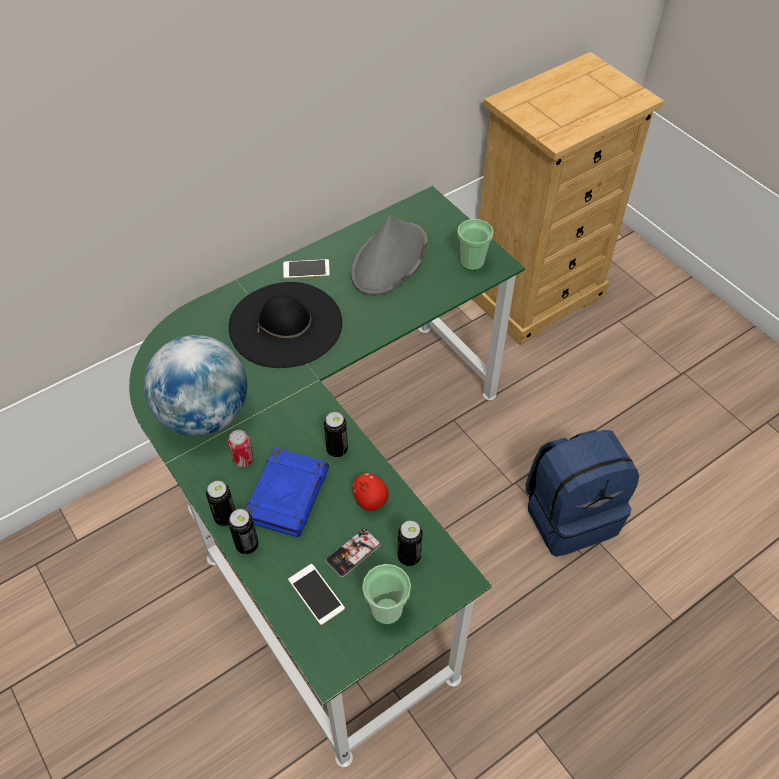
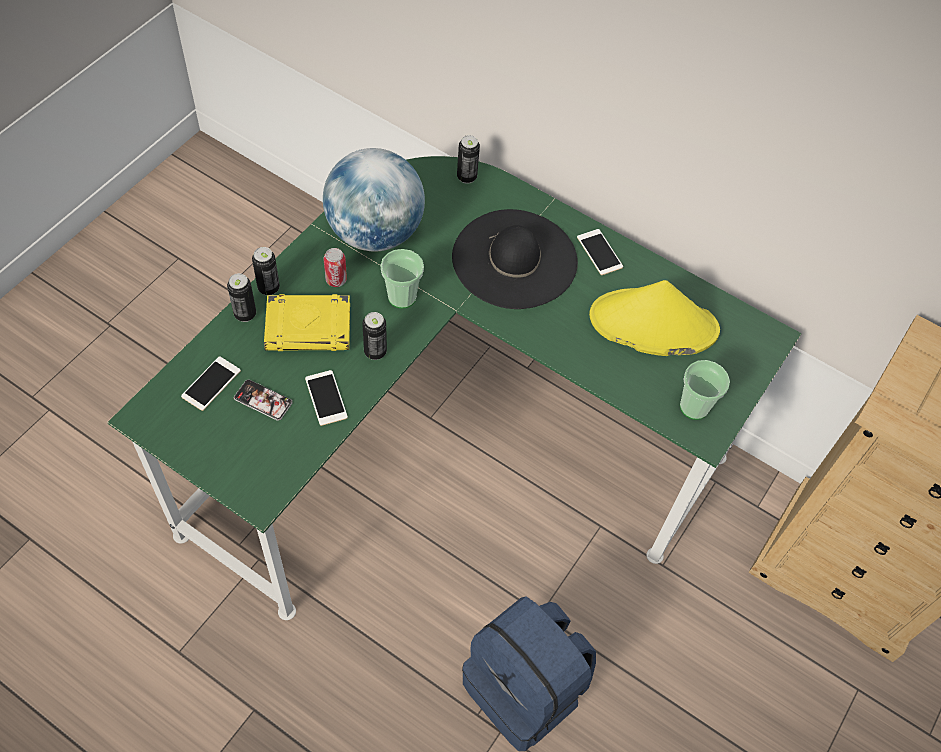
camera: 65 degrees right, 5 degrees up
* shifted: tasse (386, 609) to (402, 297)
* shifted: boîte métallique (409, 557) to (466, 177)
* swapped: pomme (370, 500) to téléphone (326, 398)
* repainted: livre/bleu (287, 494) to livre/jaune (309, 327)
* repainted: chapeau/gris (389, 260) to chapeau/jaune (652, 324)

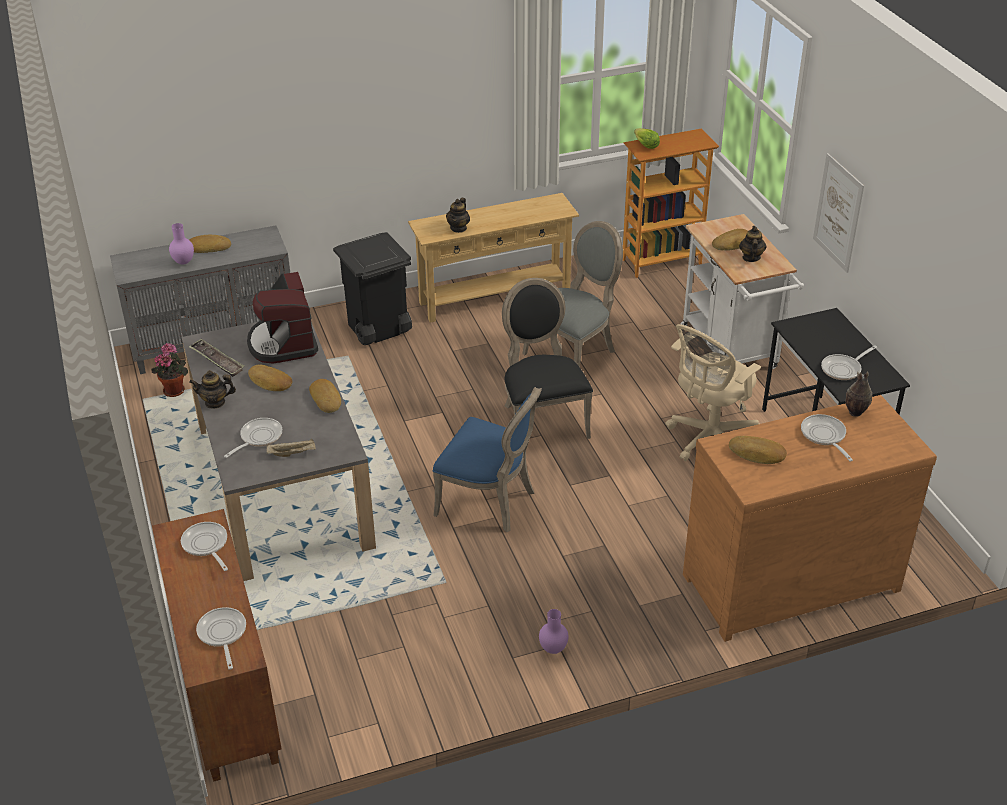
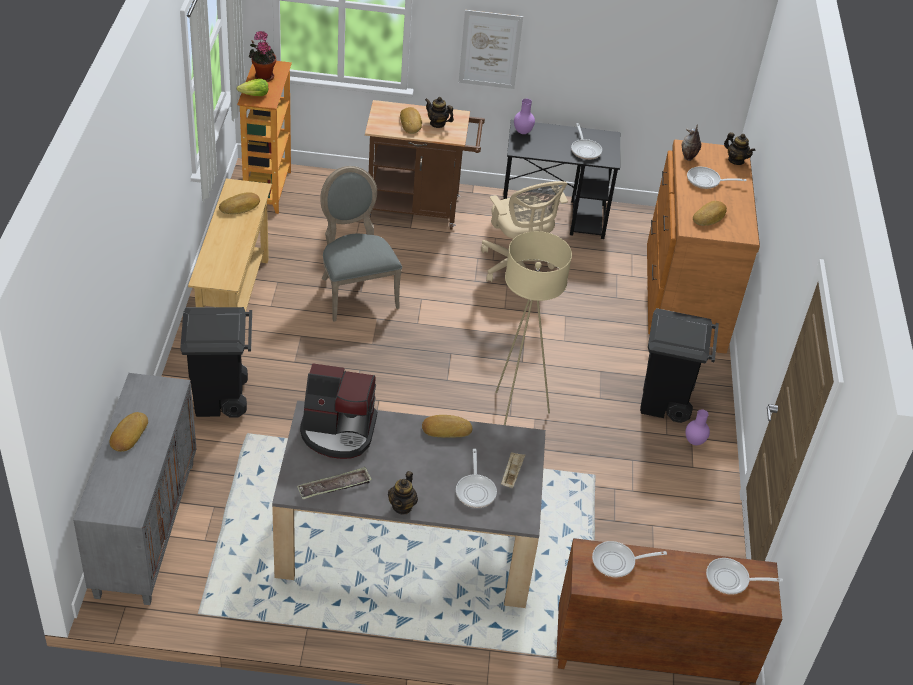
camera: 70 degrees left, 5 degrees up
* gone: chaise/noir (542, 420)
* new: poubelle/noir (666, 402)
* shifted: plante en pot (175, 389) to (263, 76)
* shifted: vase/violet (183, 262) to (523, 132)
* shifted: pain (270, 382) to (240, 207)
* shifted: théière (458, 228) to (736, 160)
* swapped: chaise/bleu (490, 502) to lampadaire/beige (515, 414)
* repainted: chariot/blanc (732, 351) to chariot/marron (419, 209)
* rotated: poêle (258, 438) = (475, 490) 150 degrees counterclockwise

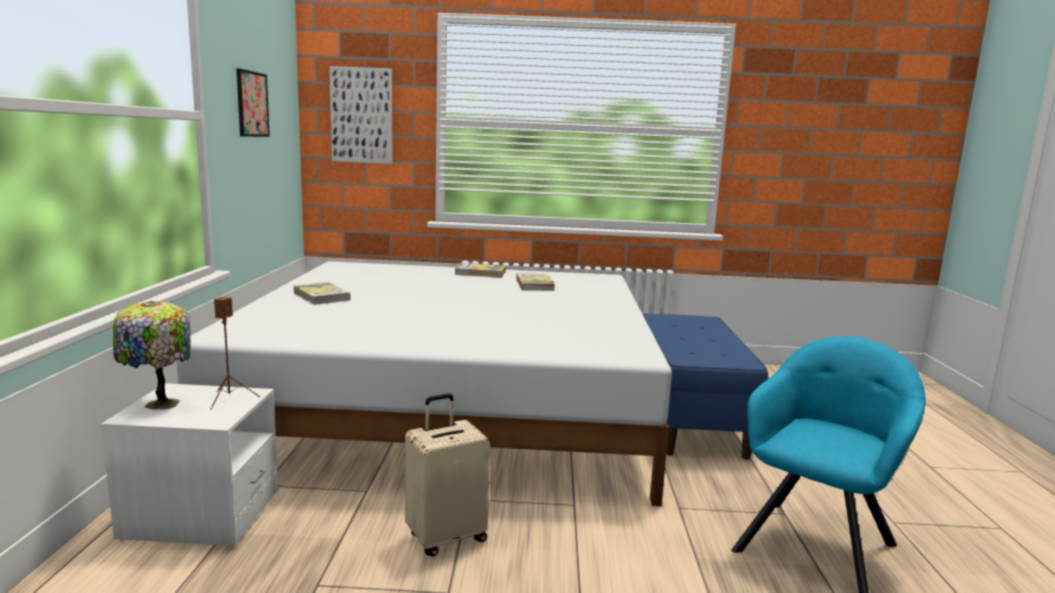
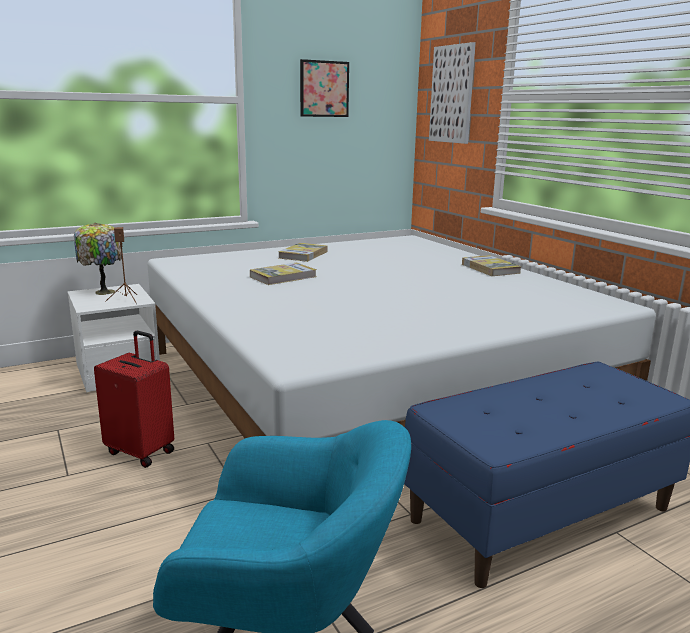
camera: 60 degrees right, 5 degrees up
* shifted: livre (534, 285) to (283, 277)
* repainted: valise/beige (446, 537) to valise/rouge (141, 451)

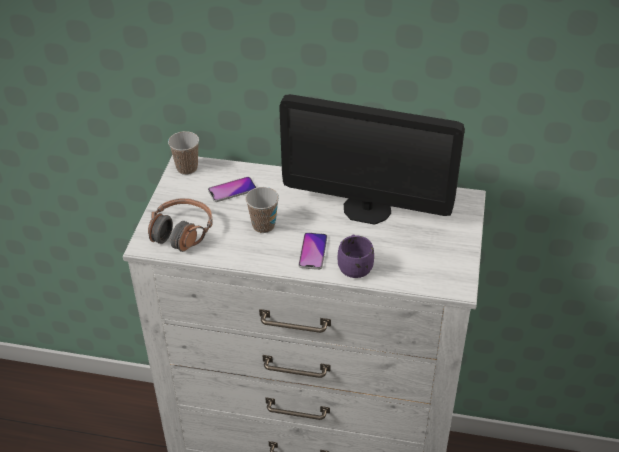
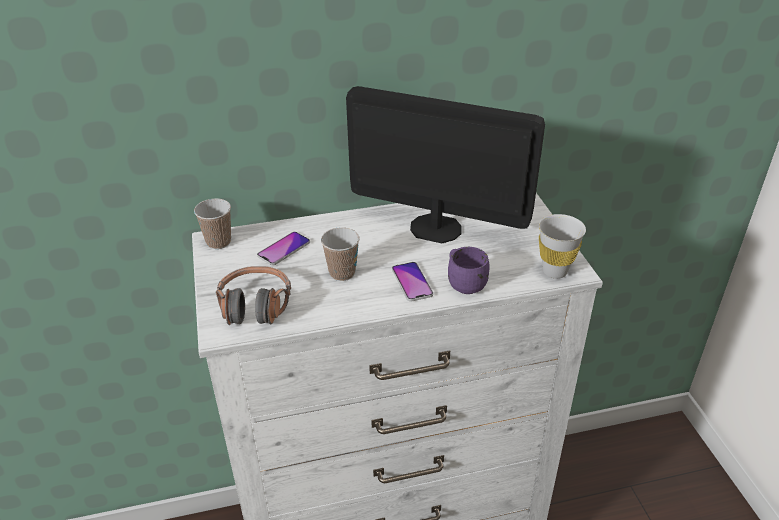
camera: 25 degrees left, 5 degrees down
* new: tasse/blanc (554, 271)
* rotated: écran d'ordinateur (367, 209) = (435, 228) 150 degrees counterclockwise

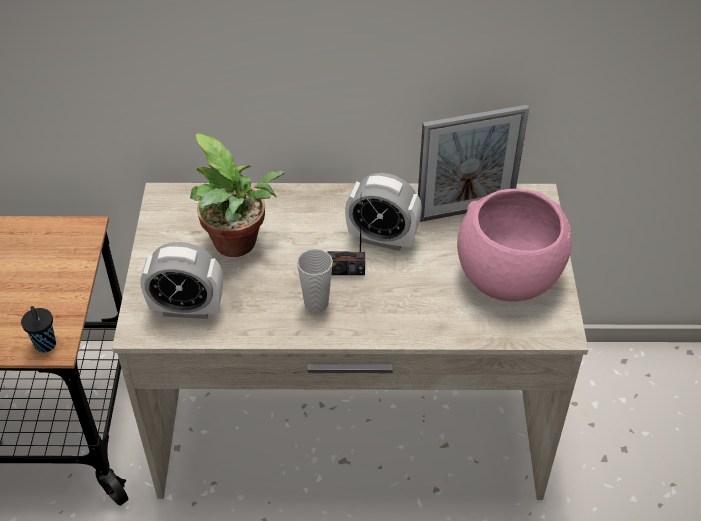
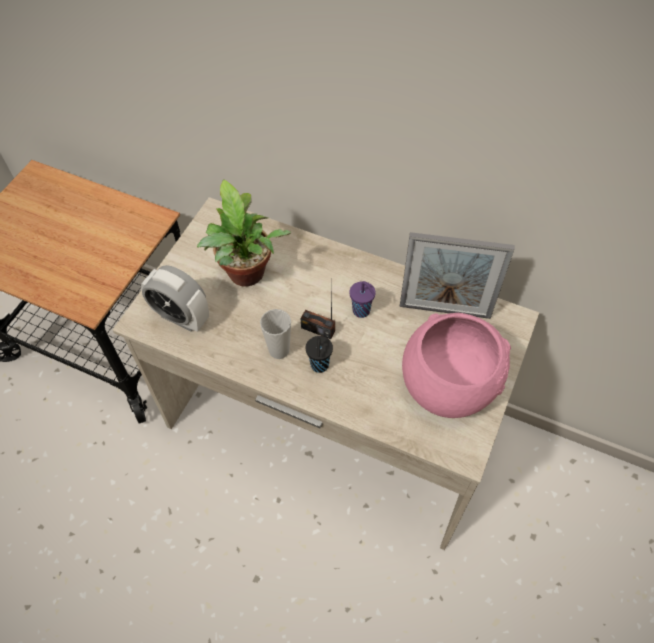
camera: 25 degrees right, 10 degrees up
* shifted: tasse/noir (46, 345) to (319, 366)
* swapped: réveil (382, 239) to tasse/violet (362, 311)

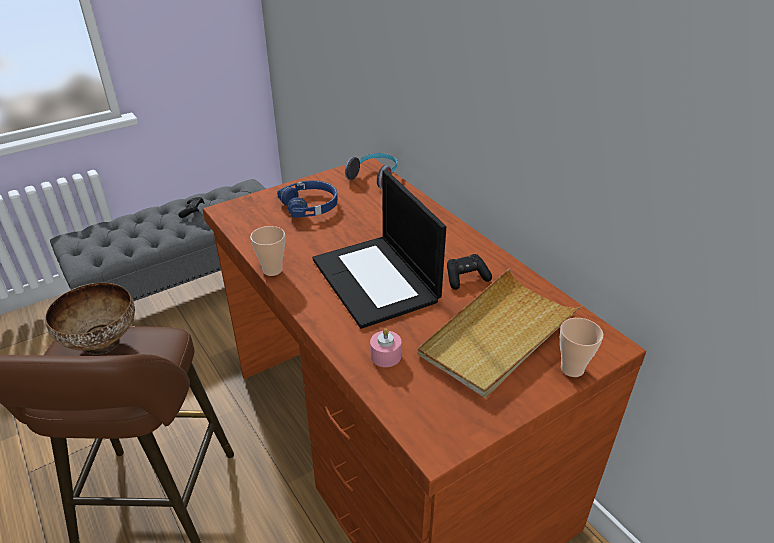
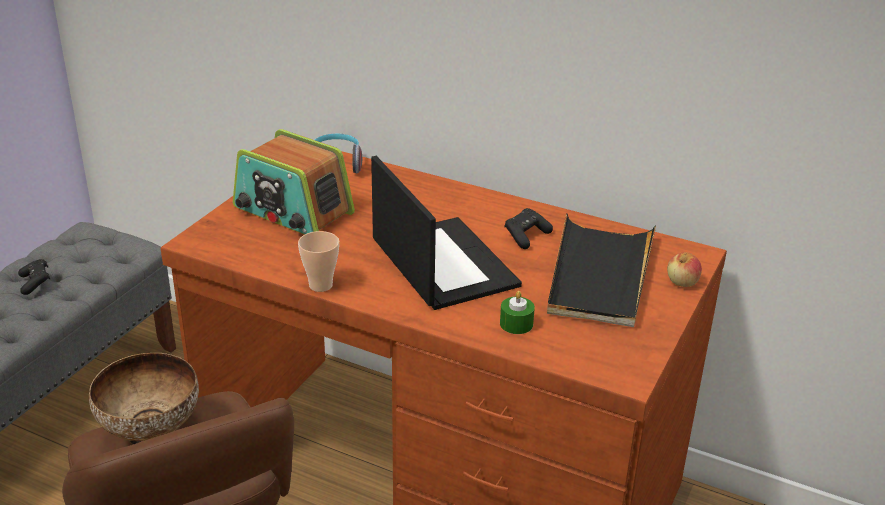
camera: 30 degrees left, 5 degrees down
* swapped: casque audio/bleu (310, 205) to radio (292, 211)
* swapped: tasse (572, 369) to pomme (682, 282)
* repainted: bougie/rose (385, 356) to bougie/vert (516, 324)
* repainted: plateau/beige (498, 335) to plateau/noir (599, 275)
* rotated: ordinateur portable (376, 280) = (441, 263) 150 degrees counterclockwise

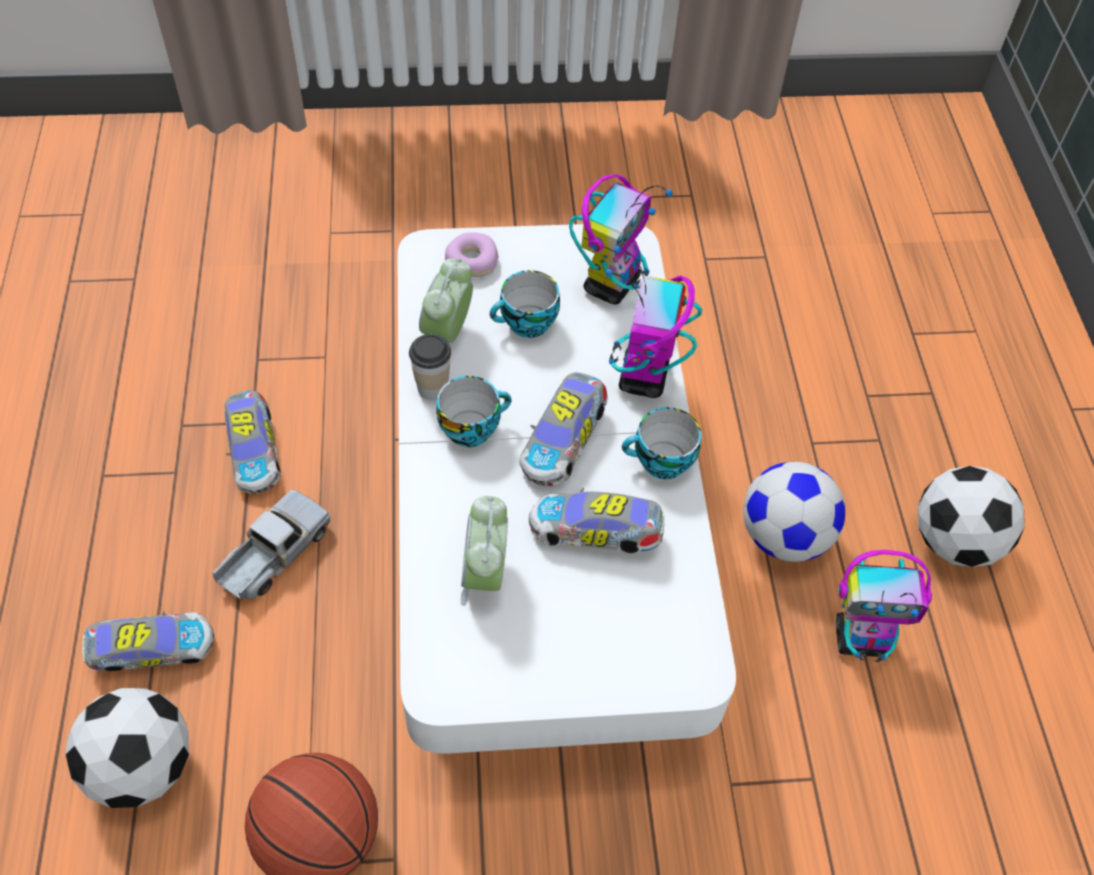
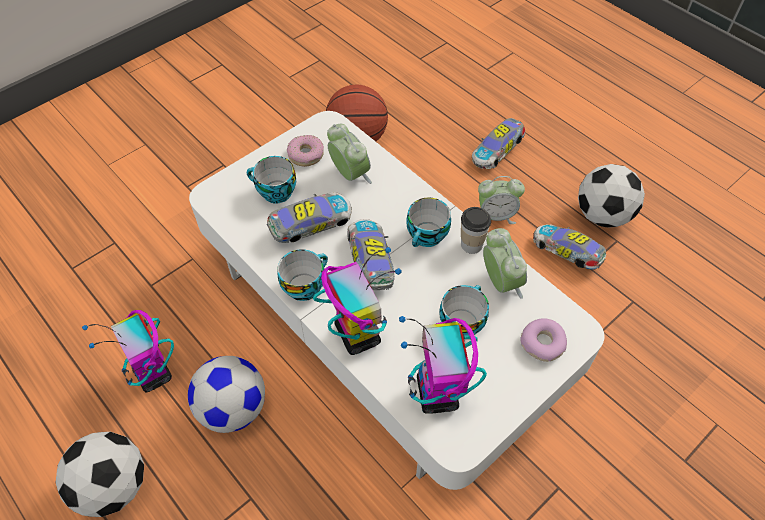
camera: 145 degrees right, 0 degrees up
* new: tasse (274, 193)
* new: beignet (305, 154)
* shifted: ballon de foot (142, 767) to (602, 215)
* swapped: camion jouet (274, 554) to réveil (496, 216)
* rotated: robot jouet (862, 638) = (153, 374) 90 degrees counterclockwise

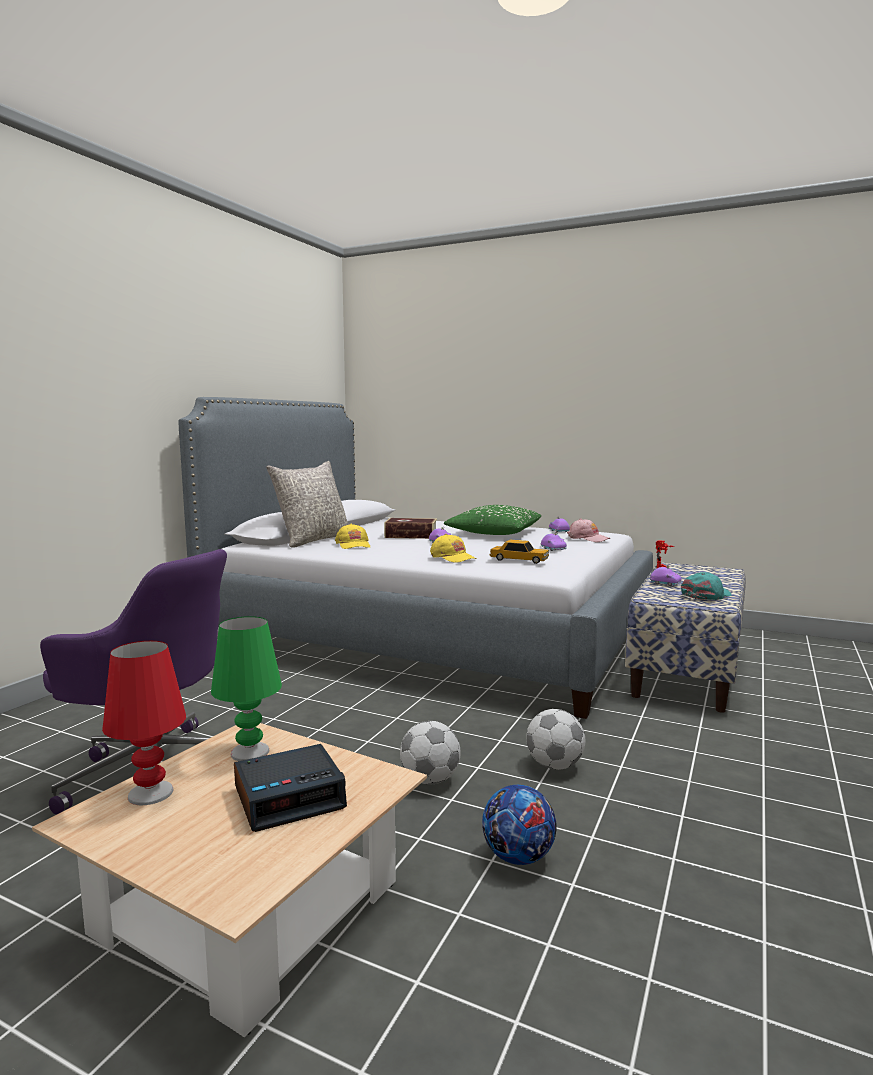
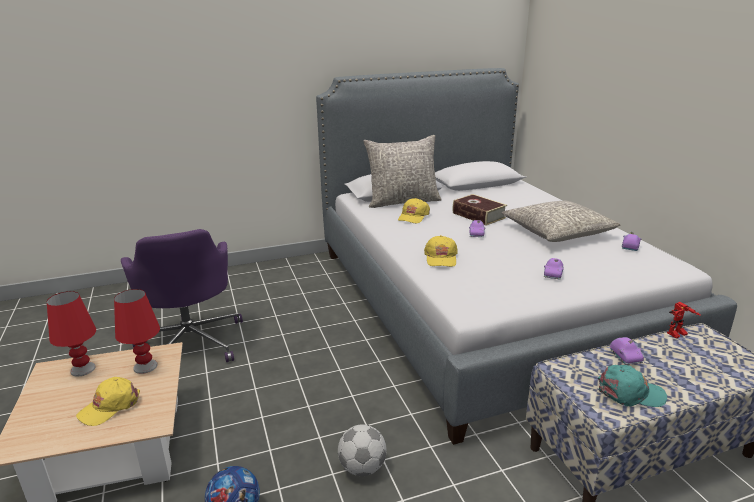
camera: 45 degrees right, 15 degrees up
* gone: ballon de foot (429, 779)
* gone: petite voiture (519, 560)
* gone: casquette/rose (588, 538)
* swapped: réveil (290, 797) to casquette/jaune (109, 406)
* repainted: lampe de table/vert (249, 752) to lampe de table/rouge (145, 366)
* repainted: coussin/vert (494, 533) to coussin/gris (557, 232)

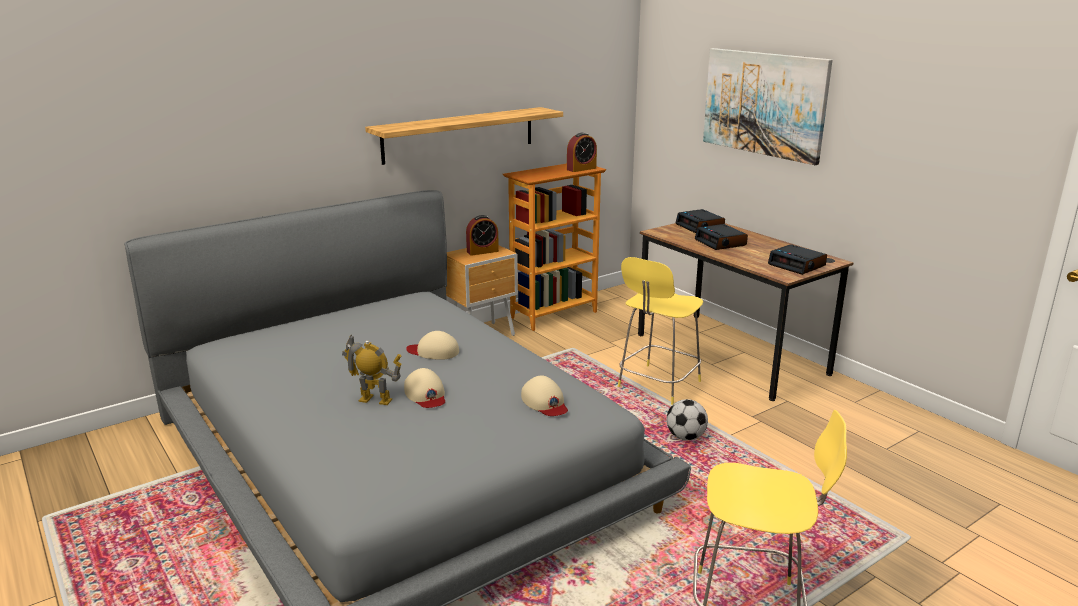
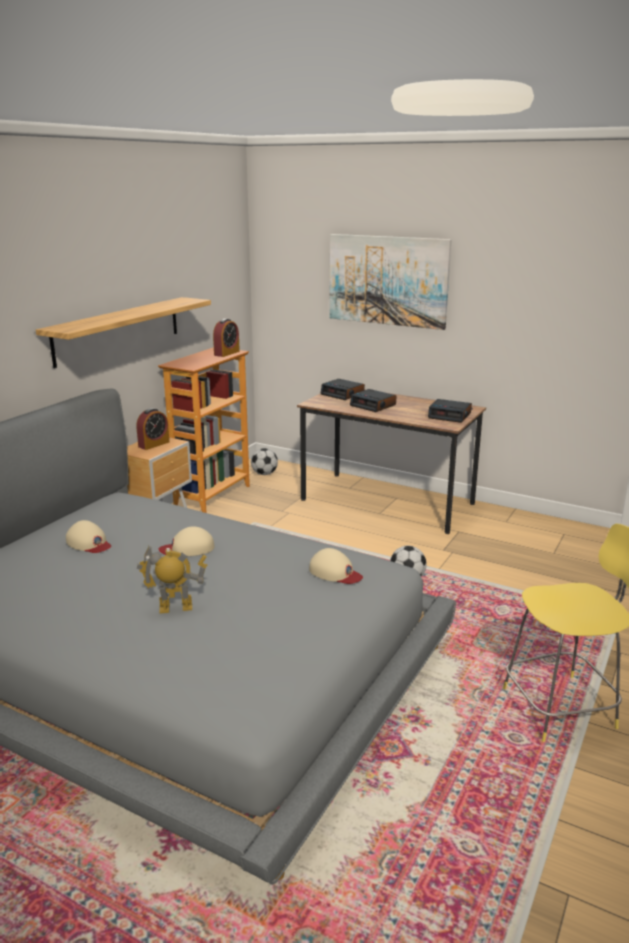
camera: 25 degrees left, 0 degrees up
* gone: tabouret/jaune (657, 385)
* new: ballon de foot (264, 474)
* shifted: casquette/beige (426, 394) to (89, 543)

